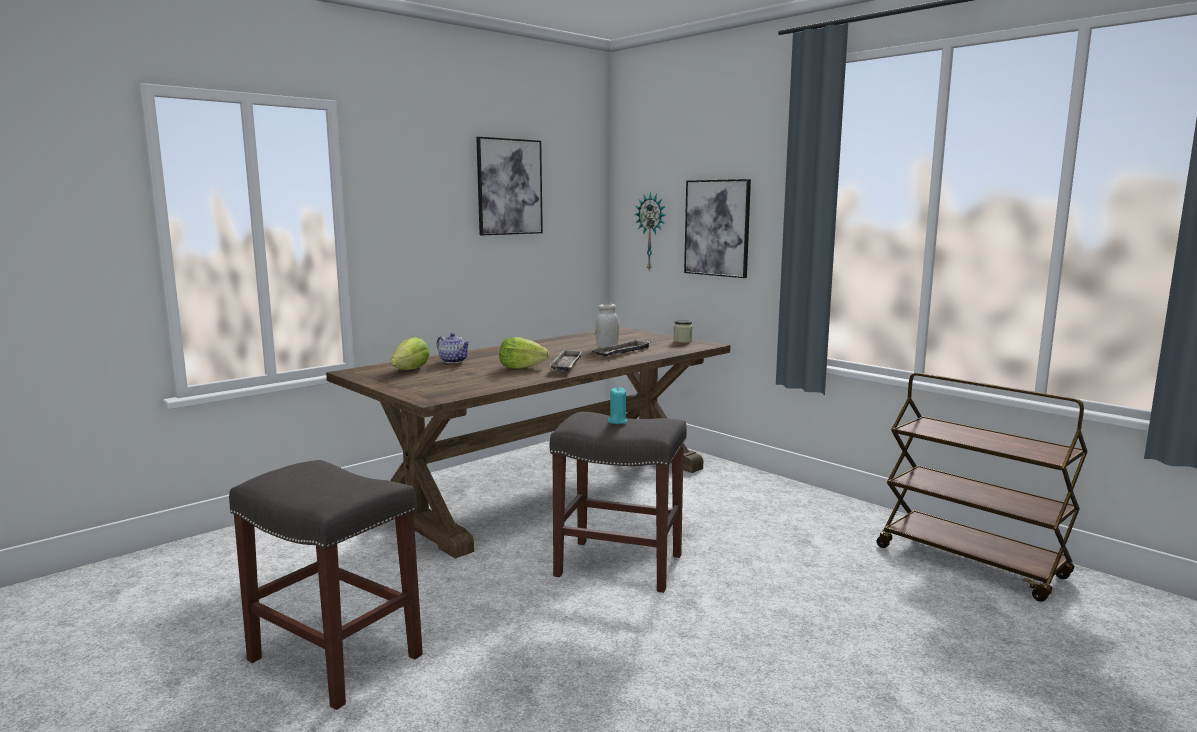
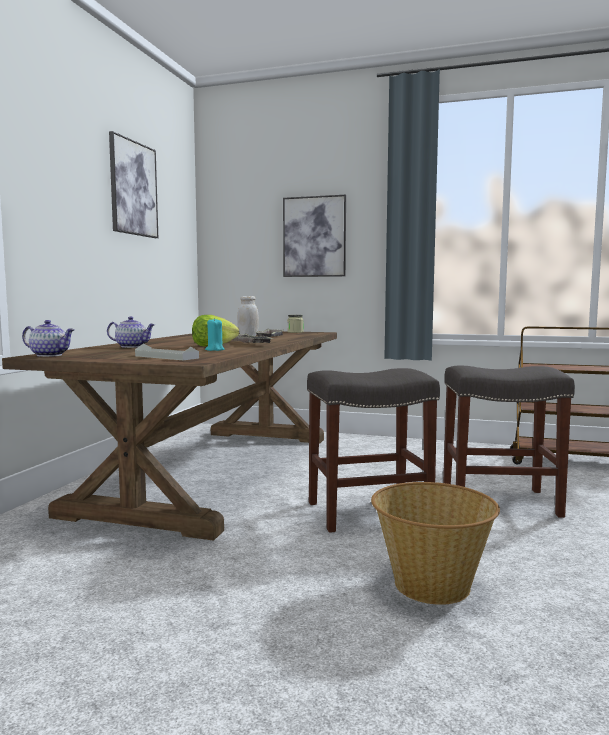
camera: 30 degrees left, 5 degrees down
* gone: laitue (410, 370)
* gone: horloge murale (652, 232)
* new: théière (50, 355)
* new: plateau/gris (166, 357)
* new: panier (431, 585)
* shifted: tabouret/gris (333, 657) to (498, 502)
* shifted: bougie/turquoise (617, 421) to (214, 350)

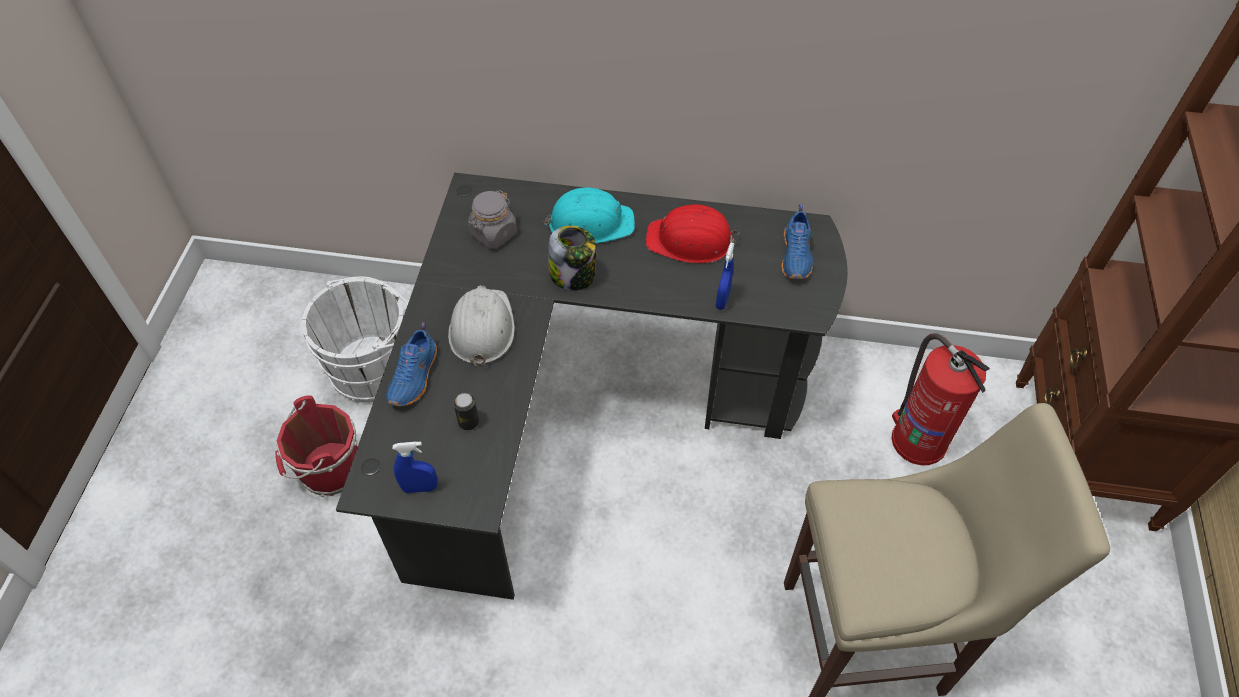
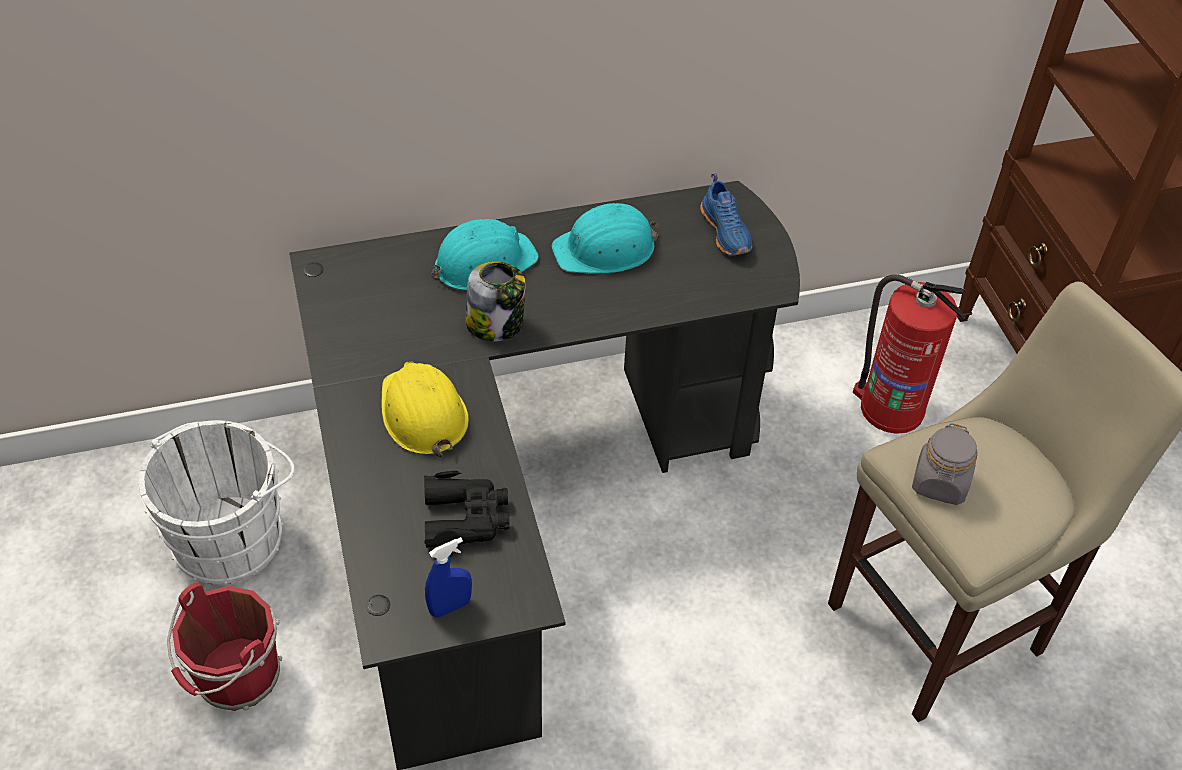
camera: 25 degrees left, 5 degrees down
* gone: chaussure/bleu (415, 377)
* gone: vaporisateur/bleu (722, 299)
* shifted: bocal/gris (493, 234) to (940, 483)
* swapped: boîte métallique (468, 422) to jumelles/noir (466, 518)
* repainted: casque de chantier/blanc (481, 328) to casque de chantier/jaune (422, 413)
* repainted: casque de chantier/rouge (690, 241) to casque de chantier/turquoise (606, 249)

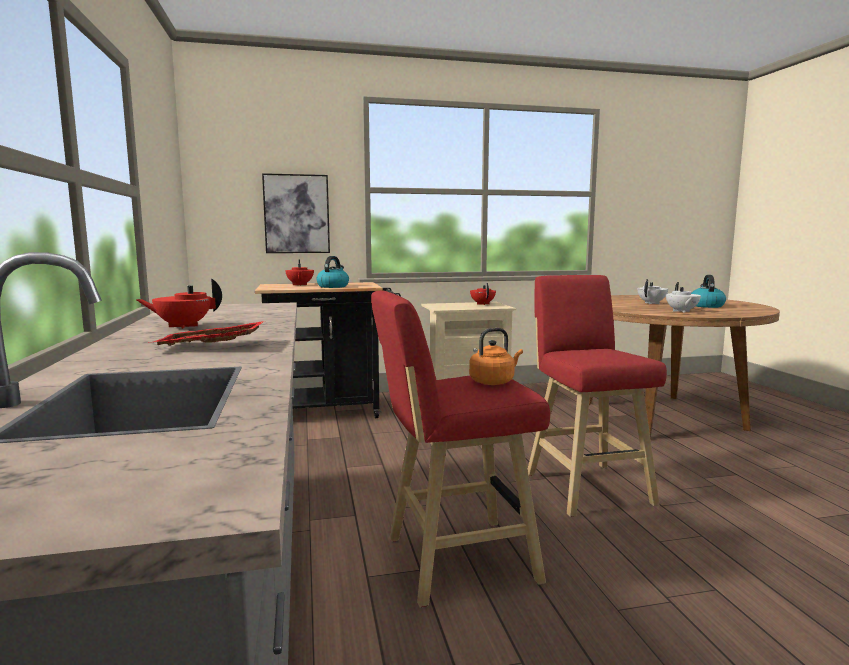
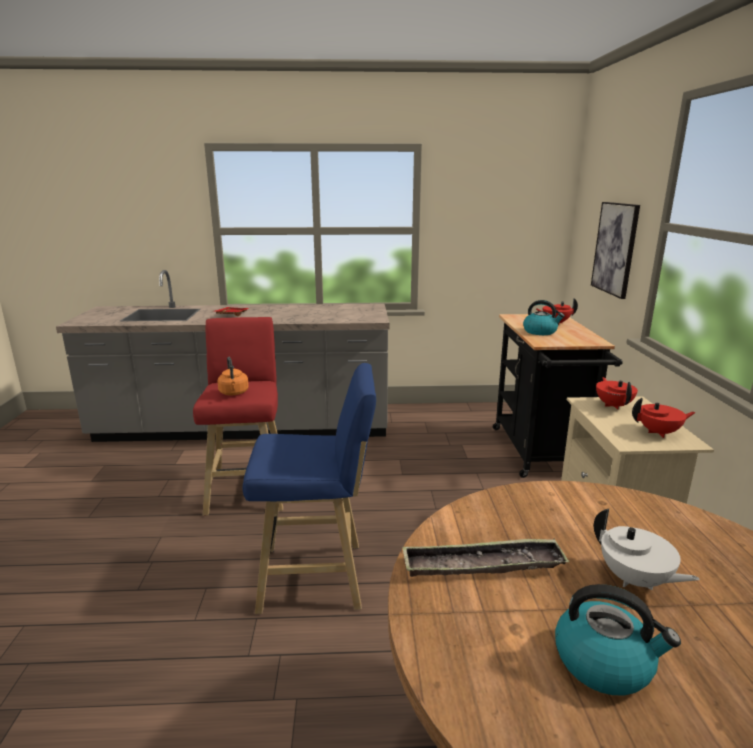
camera: 100 degrees right, 10 degrees up
* shifted: théière/rouge (183, 326) to (613, 405)
* swapped: théière/blanc (681, 311) to plateau (482, 565)
* repainted: tabouret/rouge (585, 486) to tabouret/bleu (318, 577)

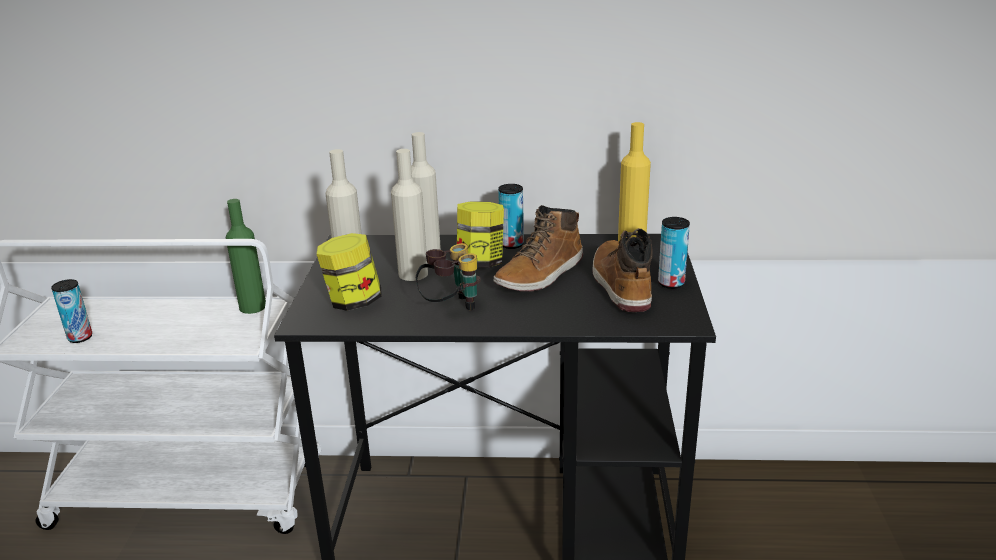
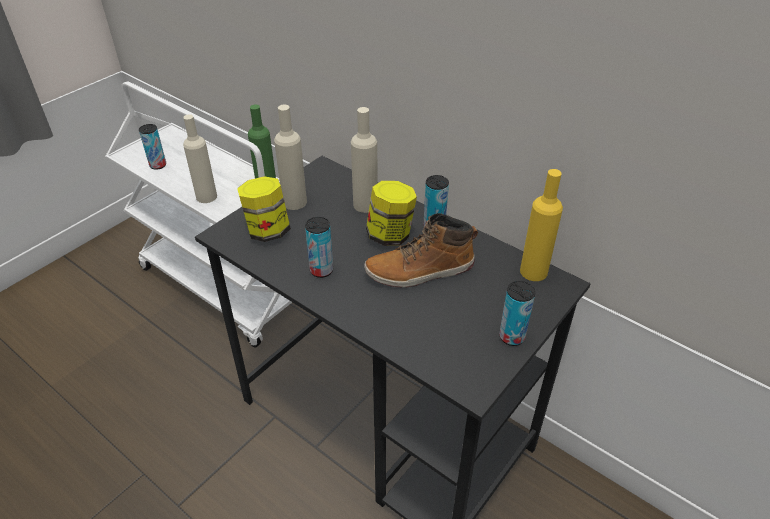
camera: 35 degrees right, 15 degrees up
* gone: botte (620, 285)
* shifted: bouteille/beige (413, 274) to (206, 196)
* swapped: jumelles (450, 307) to boîte métallique (321, 270)

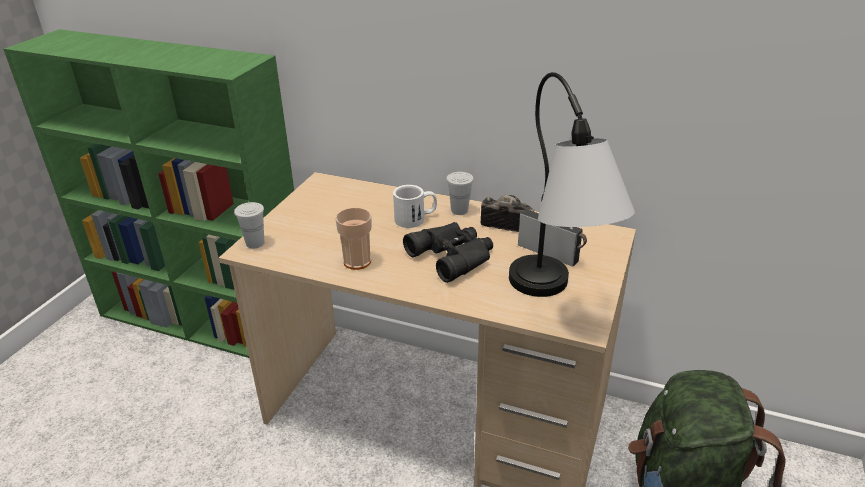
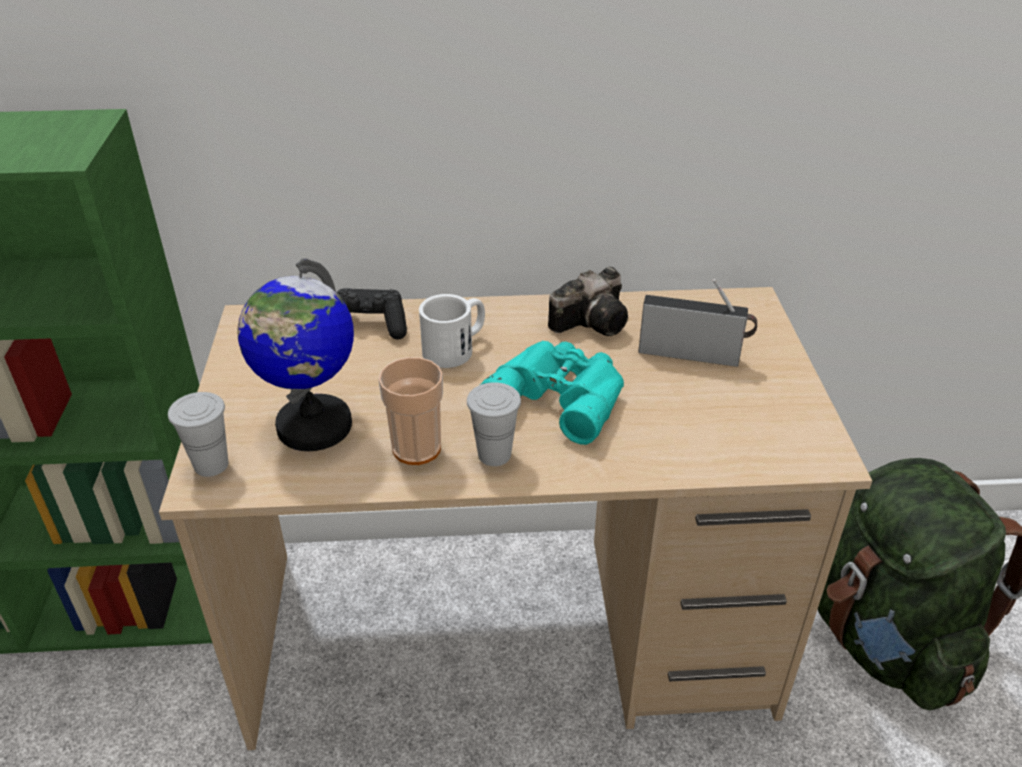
camera: 25 degrees left, 5 degrees up
* gone: lampe de table (556, 303)
* new: globe (313, 426)
* new: manette/noir (368, 326)
* shifted: tasse/blanc (459, 210) to (494, 455)
* repainted: jumelles/noir (454, 255) to jumelles/turquoise (560, 395)
* rotated: appareil photo (505, 223) = (594, 321) 150 degrees clockwise

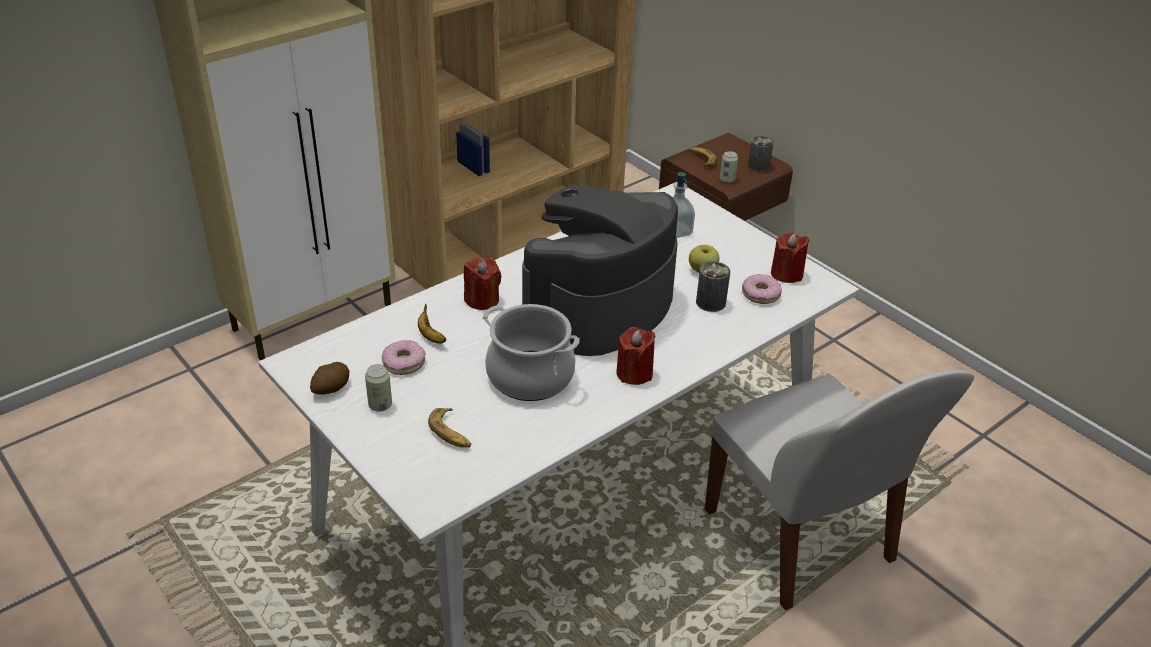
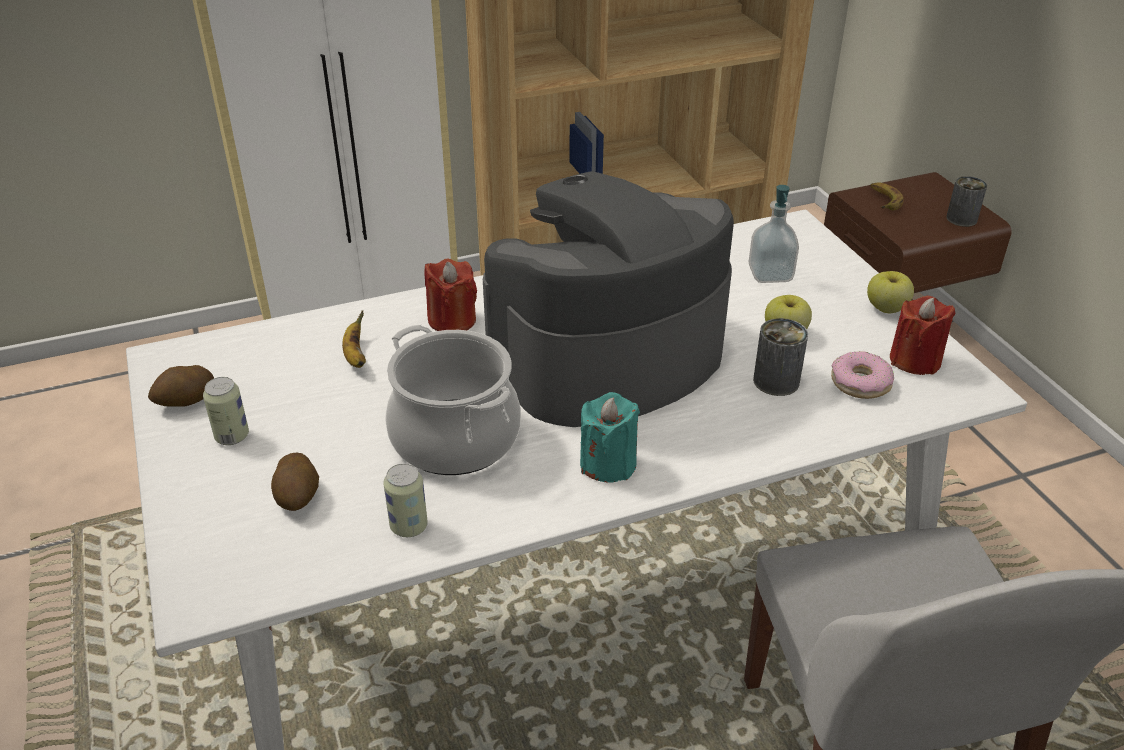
camera: 20 degrees right, 0 degrees up
* gone: beignet (404, 363)
* new: pomme (886, 308)
* shifted: boîte métallique (727, 180) to (409, 526)
* swapped: banane (451, 433) to pomme de terre (298, 497)
* repainted: bougie/rouge (634, 373) to bougie/turquoise (608, 464)

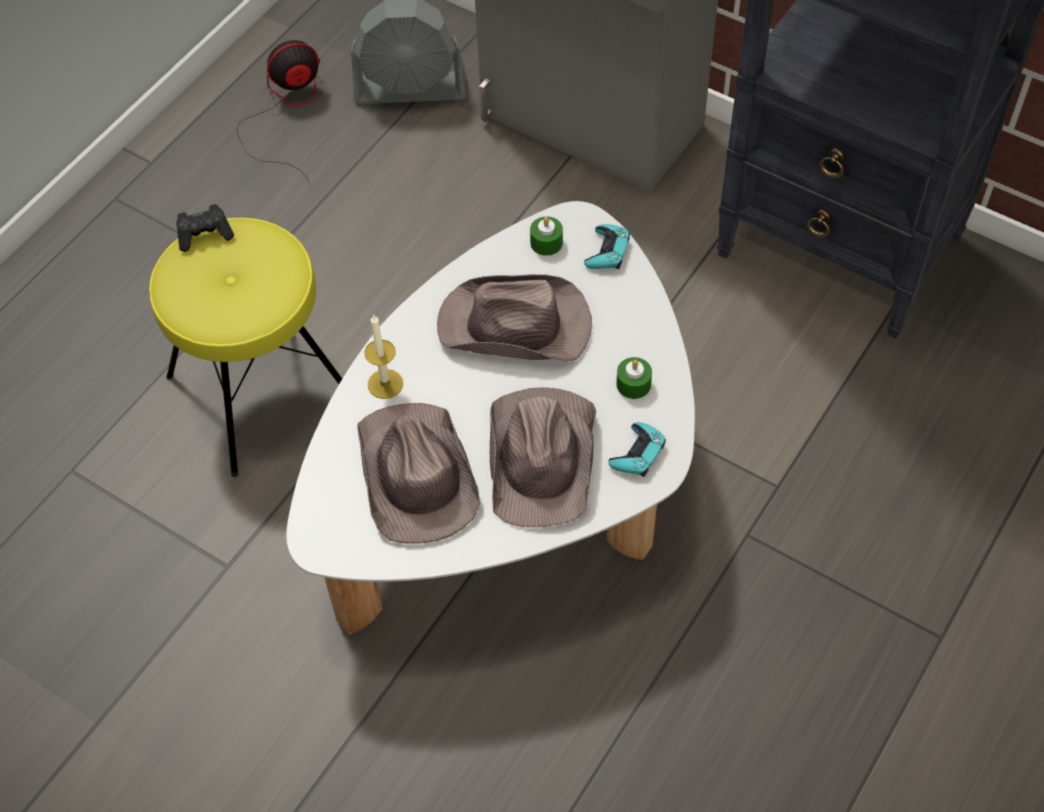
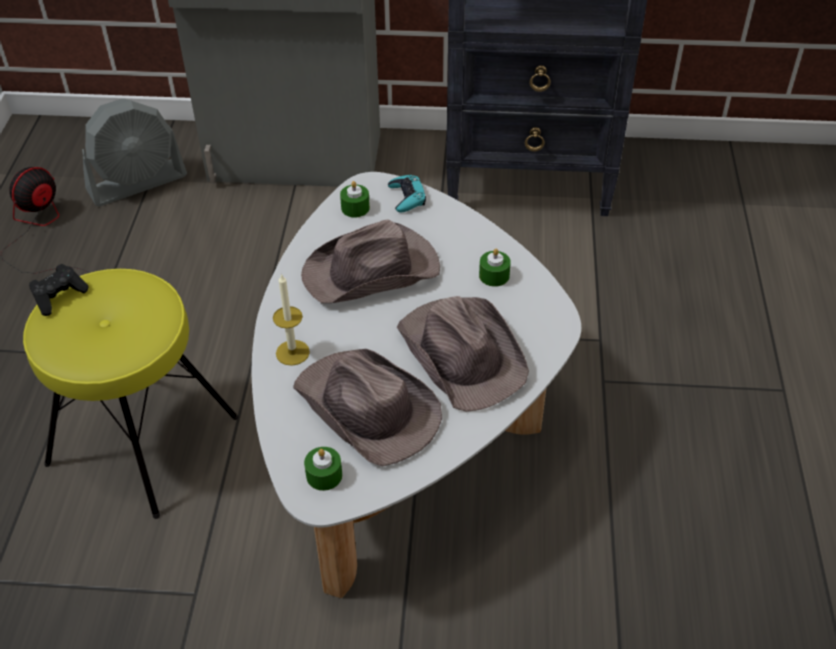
camera: 30 degrees left, 10 degrees down
* gone: manette/turquoise (637, 454)
* new: bougie/vert (324, 475)

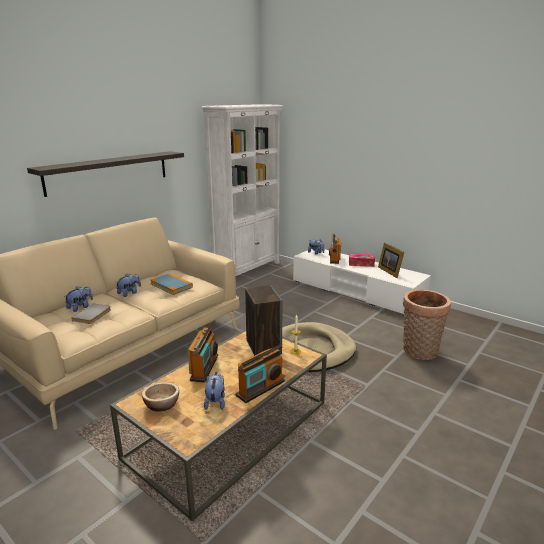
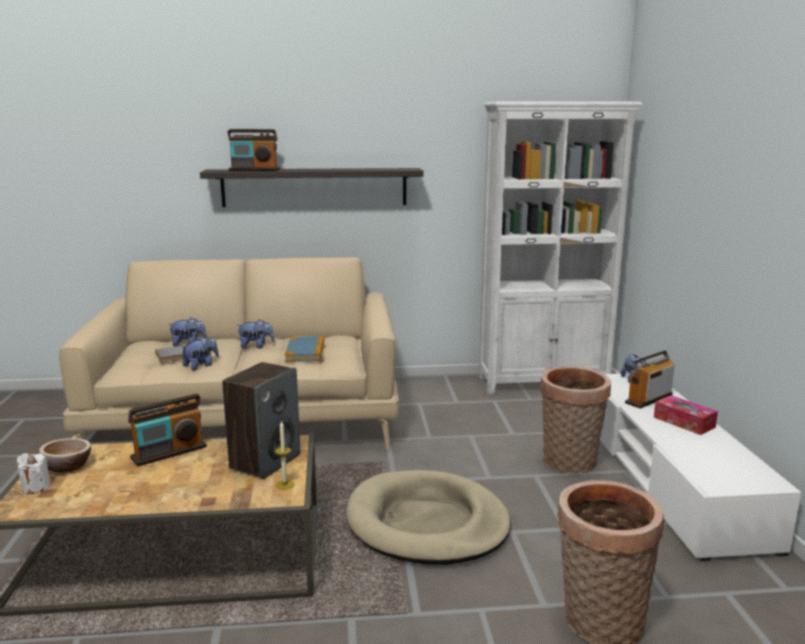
camera: 45 degrees right, 5 degrees down
* gone: cadre photo (390, 271)
* new: bougie/blanc (35, 487)
* new: panier (569, 464)
* shifted: peluche (215, 401) to (201, 366)
* shifted: radio (260, 388) to (254, 170)

